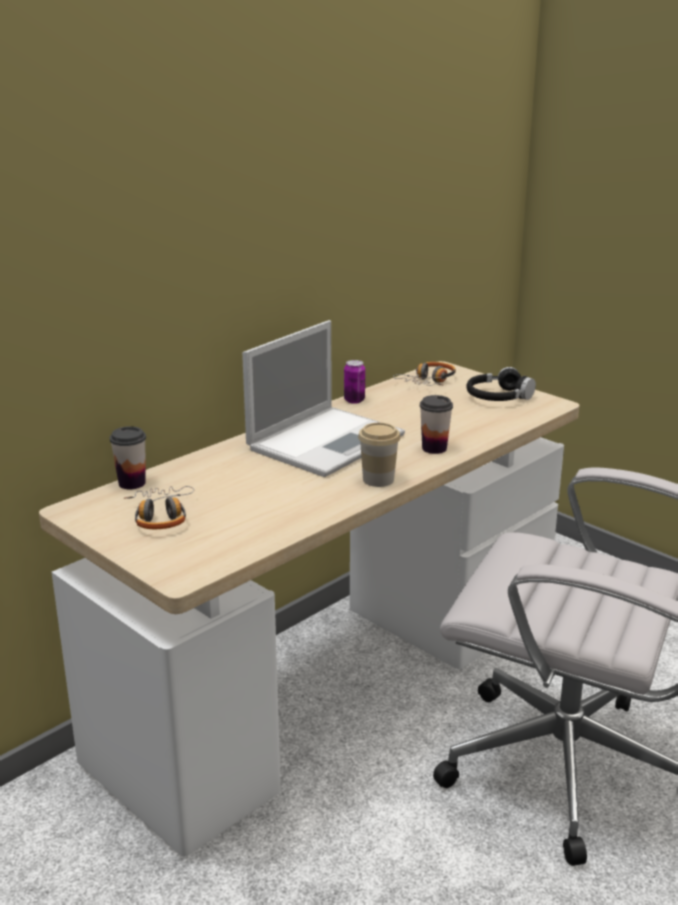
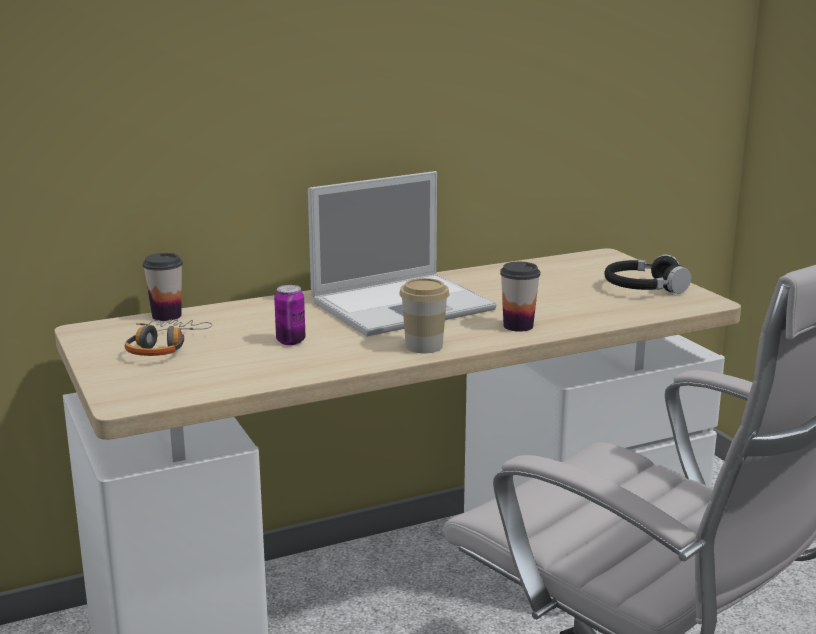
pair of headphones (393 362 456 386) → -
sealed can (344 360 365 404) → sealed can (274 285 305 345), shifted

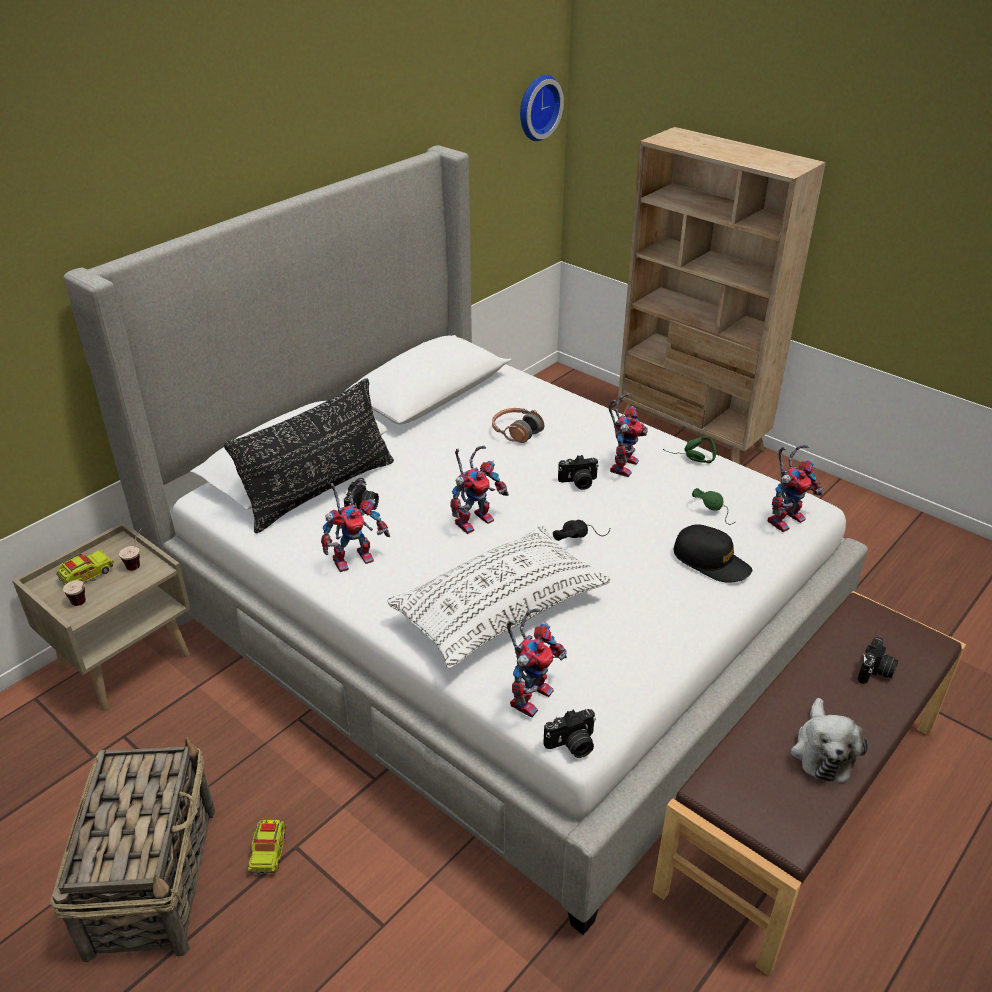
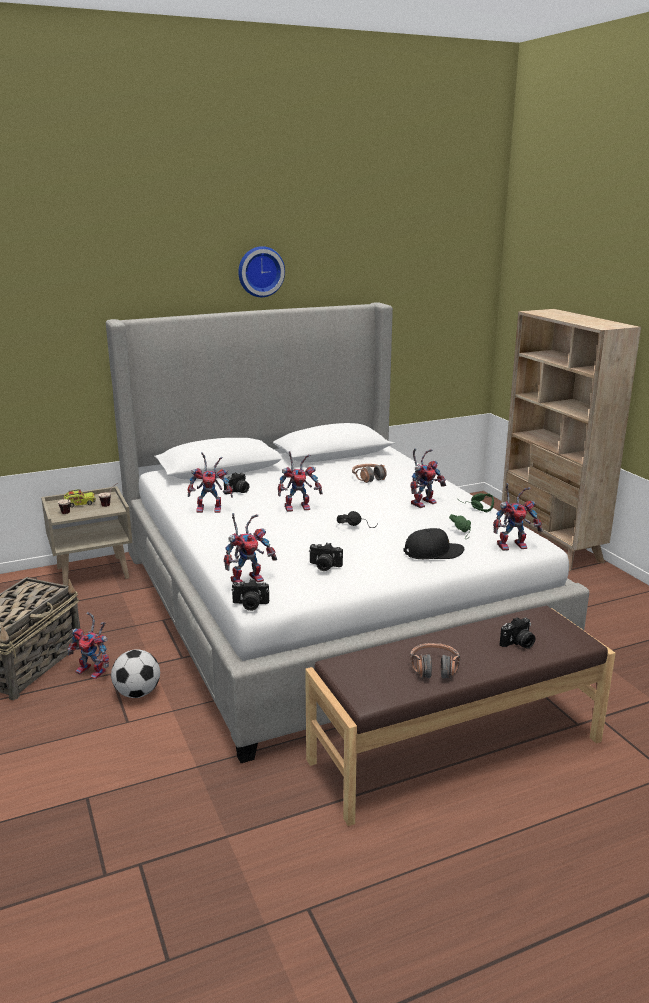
pillow/black (224 378 394 533) → -
pillow/whitish (387 525 610 669) → -
- → ball for football (111 649 160 698)
clock on the wall (520 75 564 141) → clock on the wall (238 246 285 297), shifted
still camera (558 455 599 490) → still camera (309 543 343 571), shifted
toy lorry (248 820 286 875) → model robot (67 612 109 679)
plush toy (791 698 868 783) → pair of headphones (410 643 460 679)
cap/black (673 524 752 583) → cap/black (404 528 464 559), 75 degrees counterclockwise

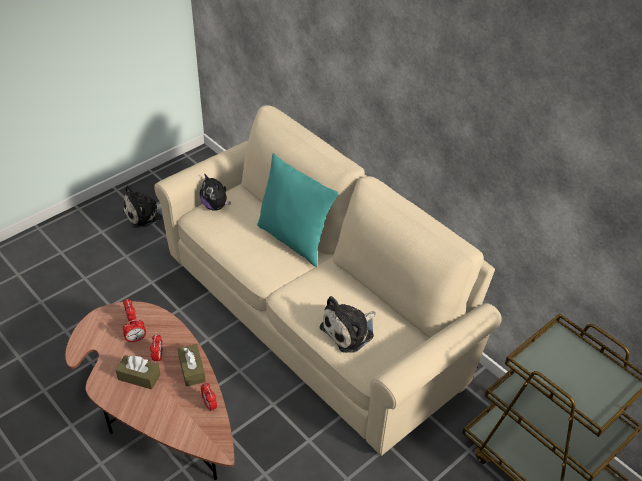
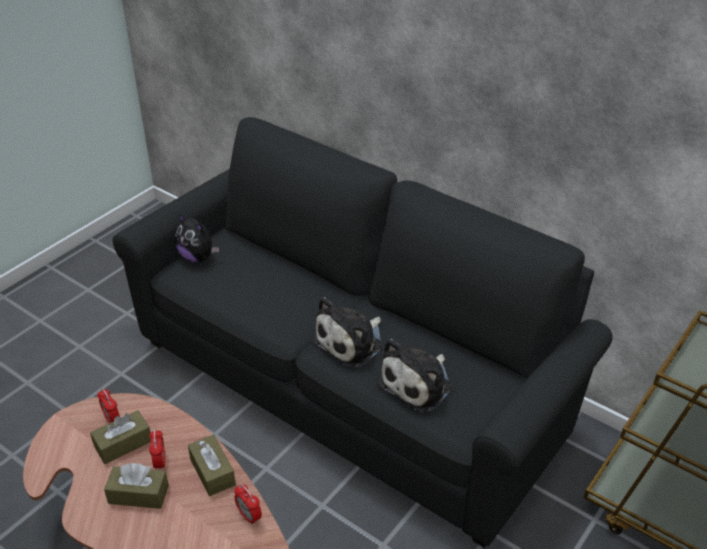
pillow/turquoise-coloured (257 153 339 267) → -
plush toy (123 185 163 228) → plush toy (312 297 382 368), shifted
table clock (123 319 146 343) → tissue holder/brown-coloured (90 410 151 464)
settee/sand-coloured (154 105 502 456) → settee/black (113 117 612 548)

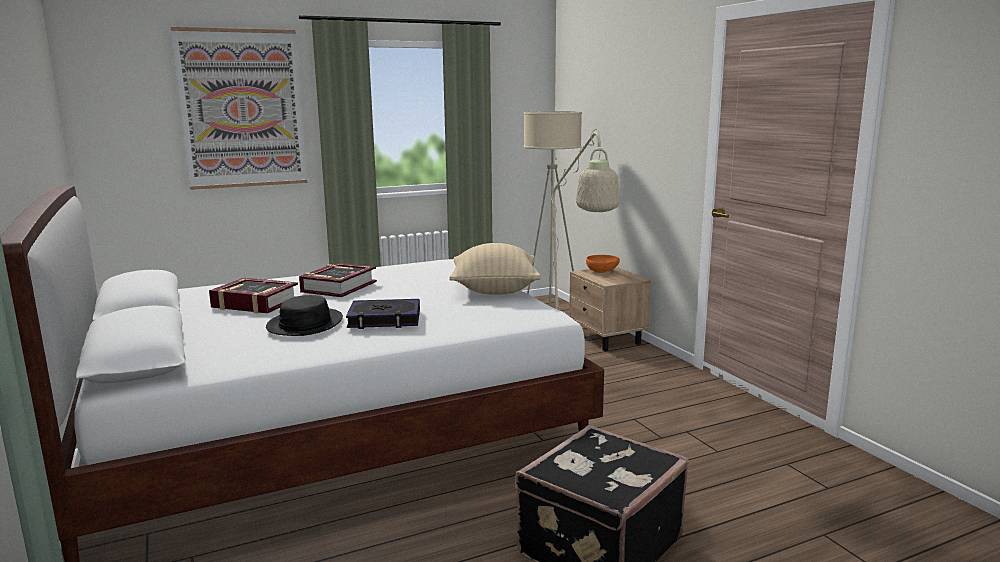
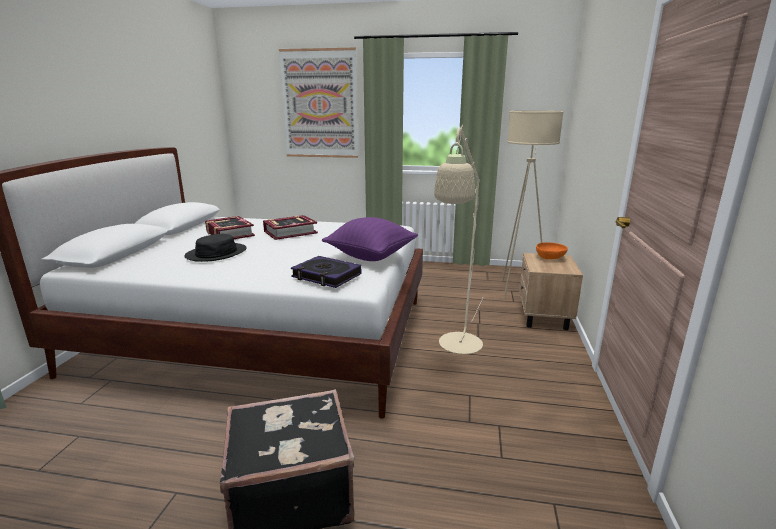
book (346 299 420 329) → book (291 256 361 288), shifted
pillow/sand-coloured (449 243 541 295) → pillow/purple-coloured (322 217 418 261)

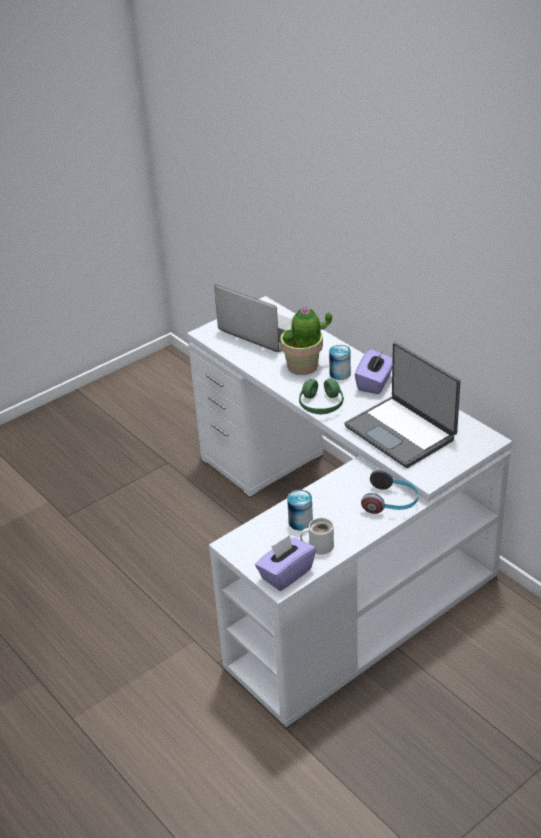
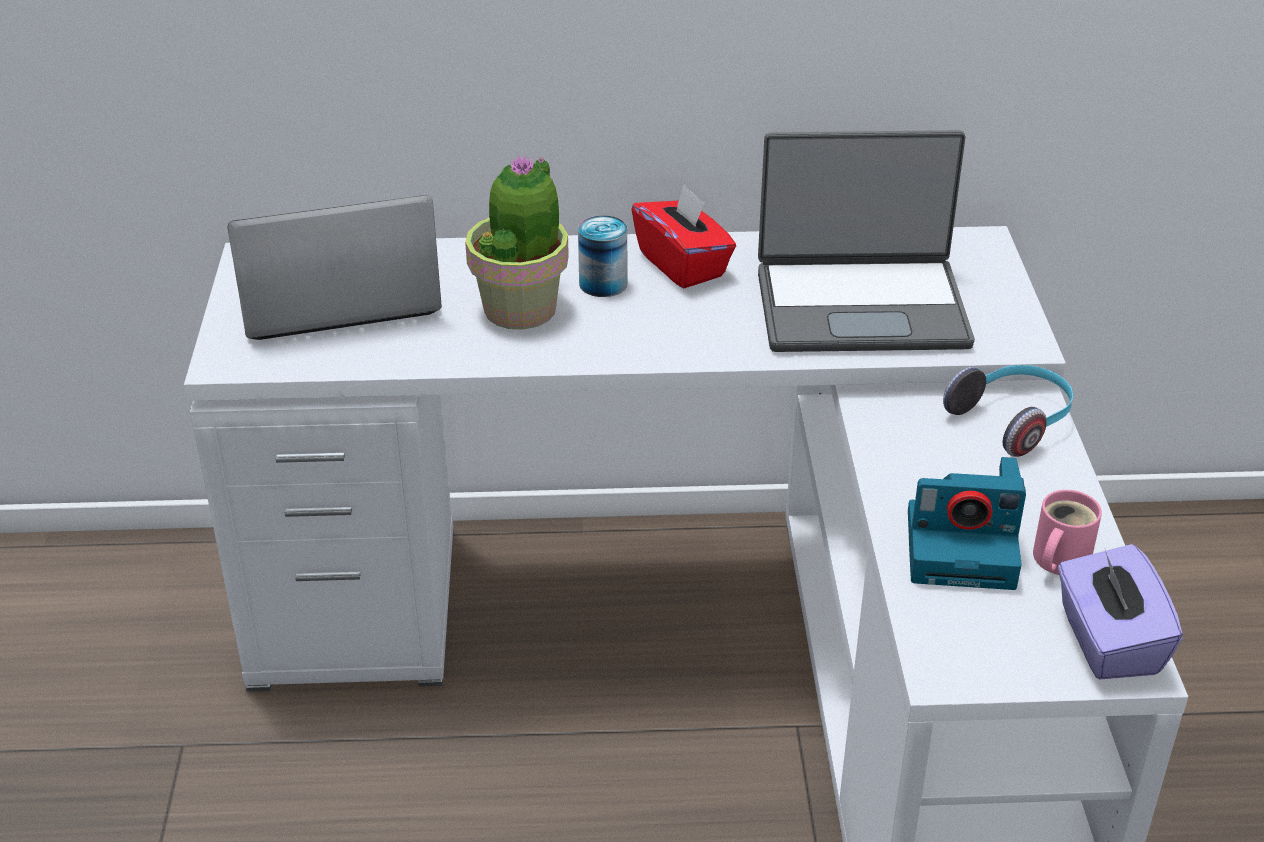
pair of headphones/green-coloured (299 378 344 414) → -
sealed can (287 490 313 531) → still camera (908 457 1026 590)
tea mug/whitish (300 518 334 554) → tea mug/pink (1033 490 1102 575)
tissue holder/purple-coloured (355 349 393 394) → tissue holder/reddish (632 184 736 288)

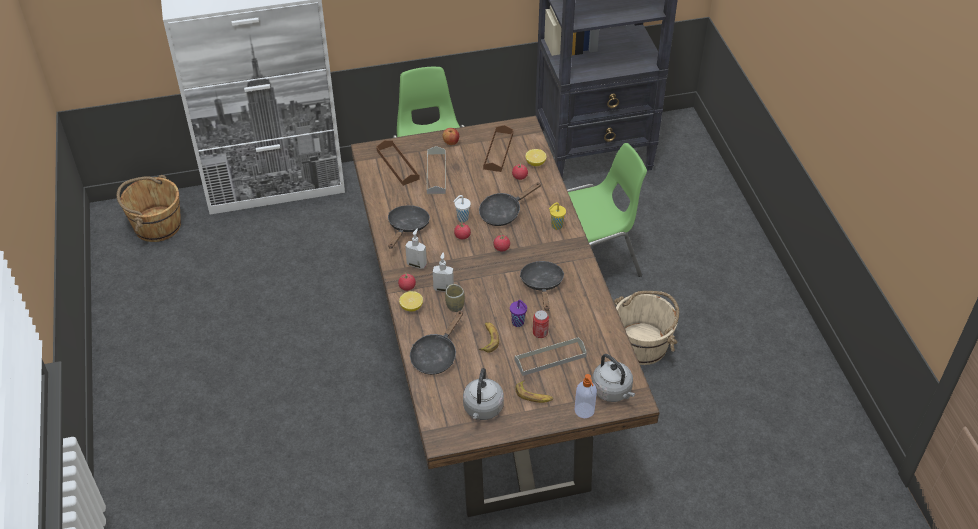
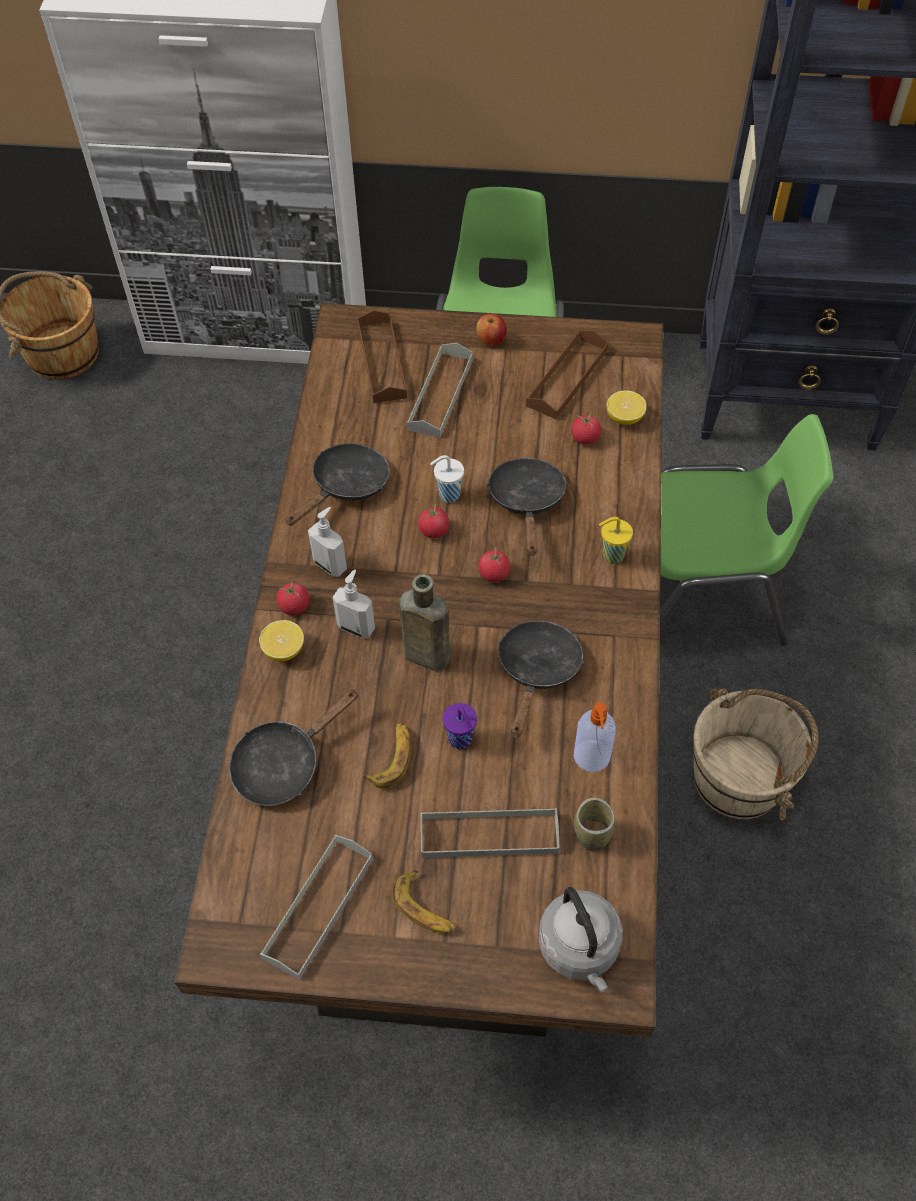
sealed can (533 310 549 338) → -
- → drink bottle/brown-coloured (399 574 450 671)
cup (445 284 465 312) → cup (574 798 615 851), shifted
liquid soap bottle (575 374 597 418) → liquid soap bottle (574 702 616 772), shifted
water kettle/grey (463 368 504 420) → tray/grey (260 835 373 980)
skillet/black (479 182 541 226) → skillet/black (487 458 567 556), 105 degrees clockwise

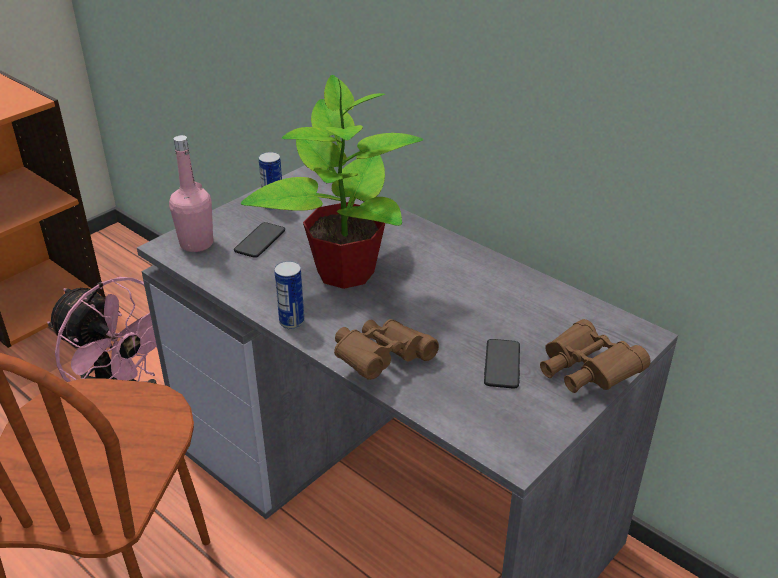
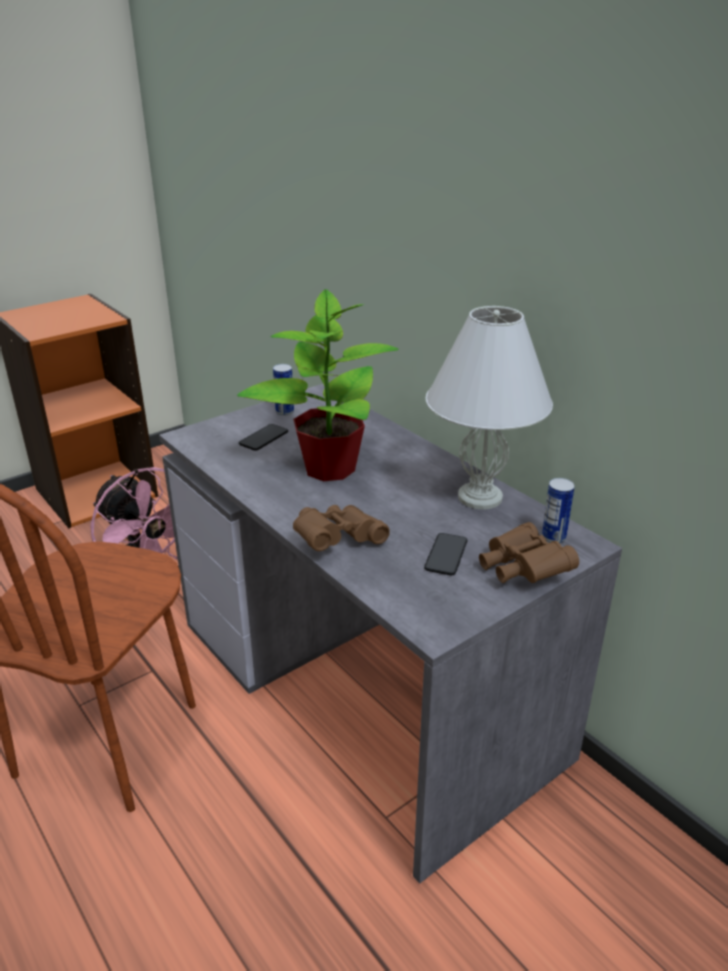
drink bottle/pink (169 135 213 252) → -
- → lamp for a table/whitish (426 306 553 510)
sealed can (274 261 305 329) → sealed can (542 478 575 543), shifted

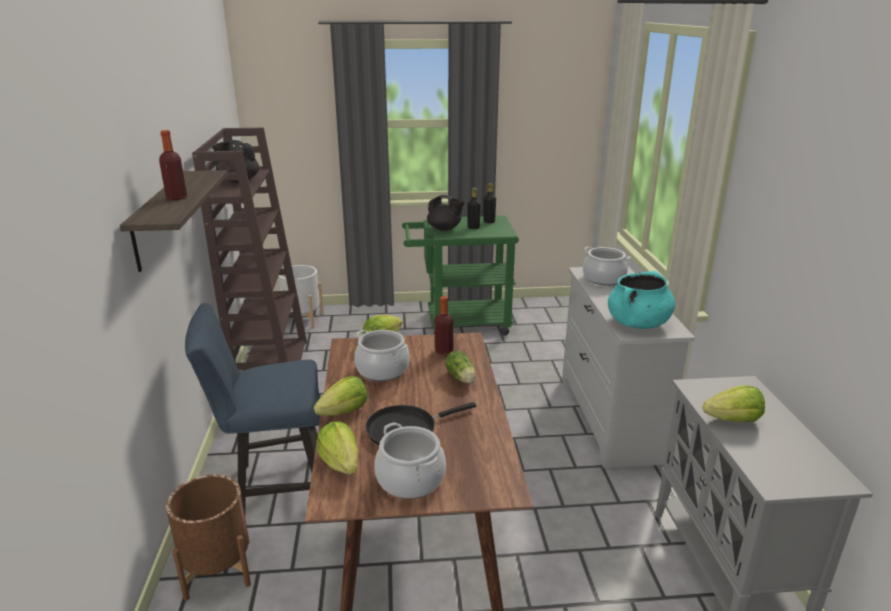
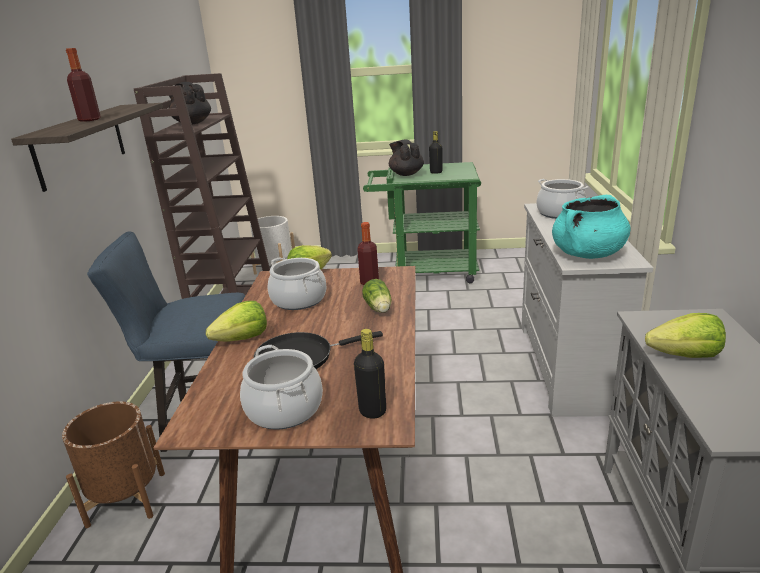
lettuce head (317 421 358 474) → -
drink bottle/black (483 183 496 223) → drink bottle/black (354 329 386 419), shifted
pot for tea/black (427 195 465 231) → pot for tea/black (389 139 424 176), 150 degrees counterclockwise

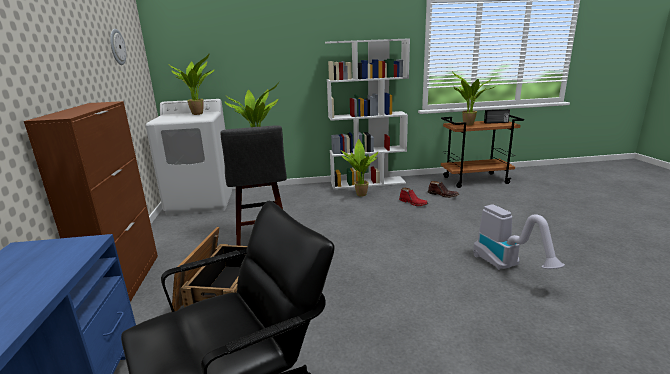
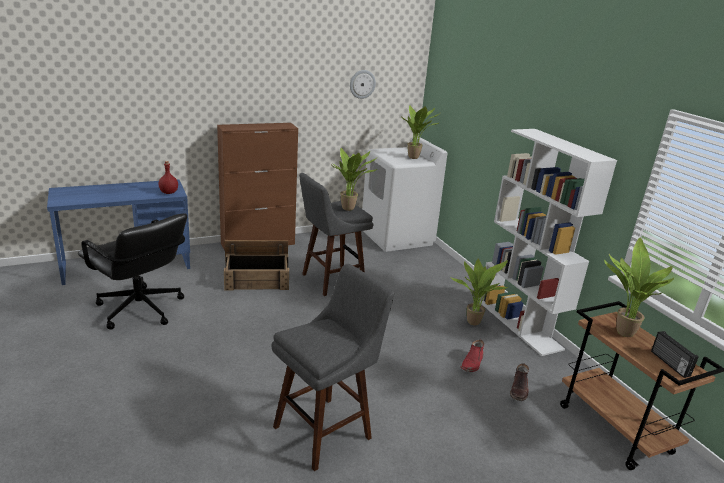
- → drink bottle/reddish (159 161 178 194)
vacuum (473 204 565 270) → stool/grey (271 264 394 471)

